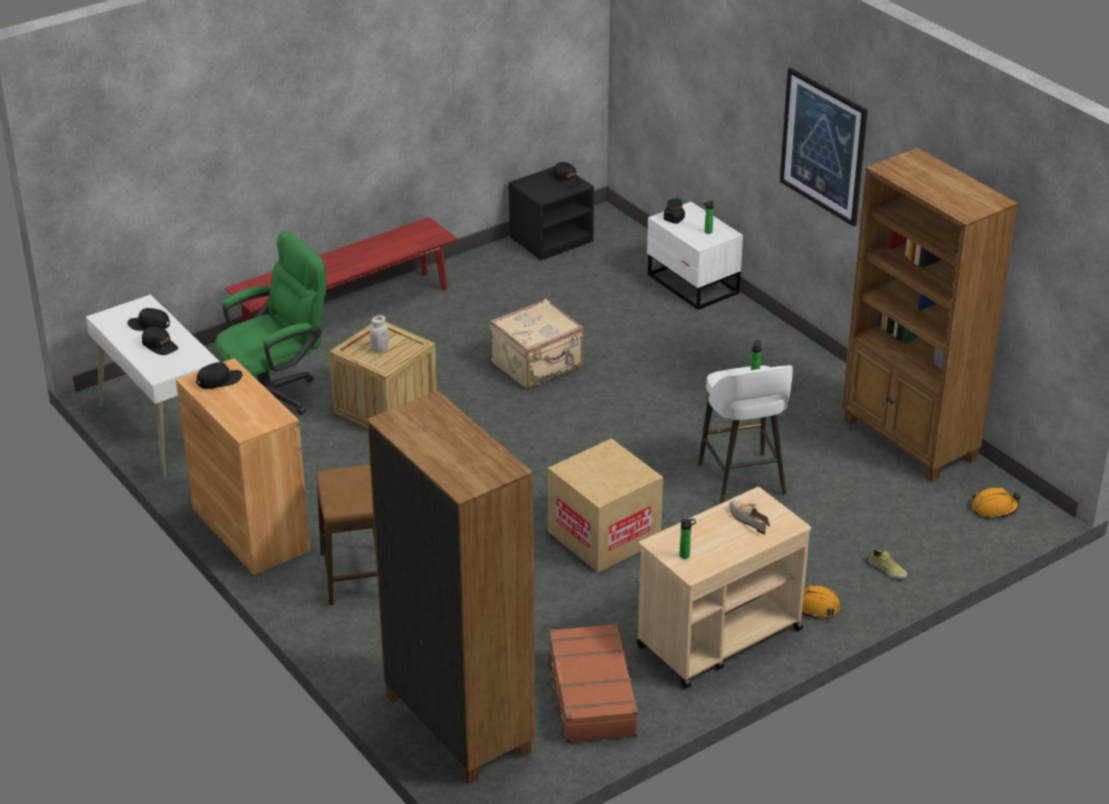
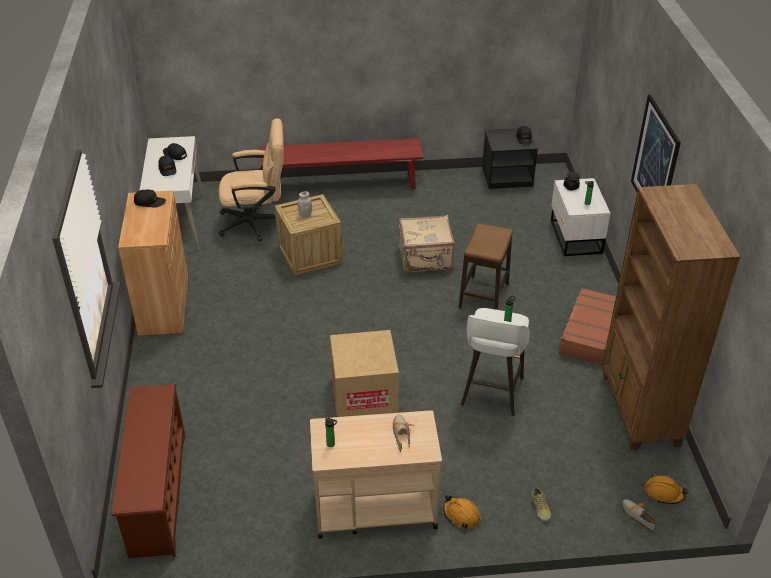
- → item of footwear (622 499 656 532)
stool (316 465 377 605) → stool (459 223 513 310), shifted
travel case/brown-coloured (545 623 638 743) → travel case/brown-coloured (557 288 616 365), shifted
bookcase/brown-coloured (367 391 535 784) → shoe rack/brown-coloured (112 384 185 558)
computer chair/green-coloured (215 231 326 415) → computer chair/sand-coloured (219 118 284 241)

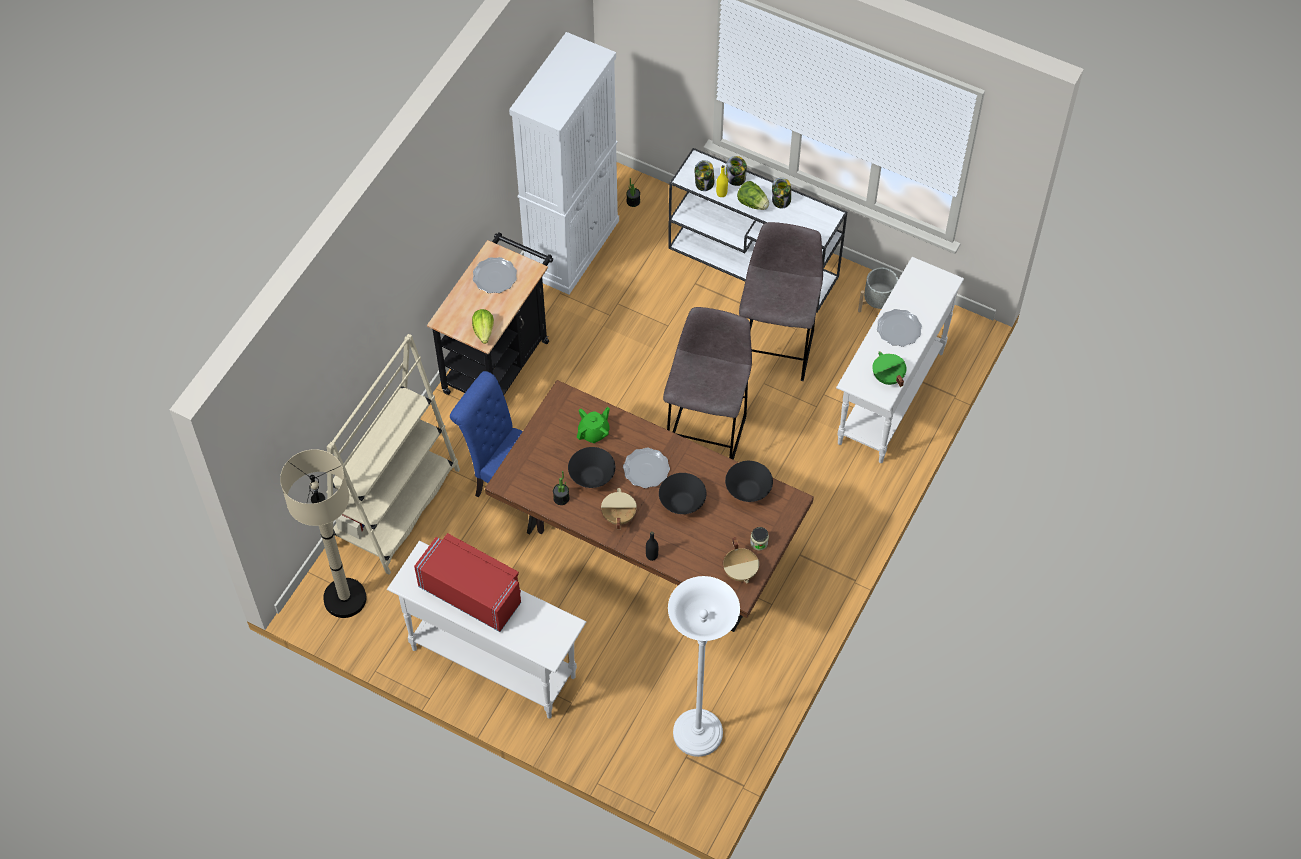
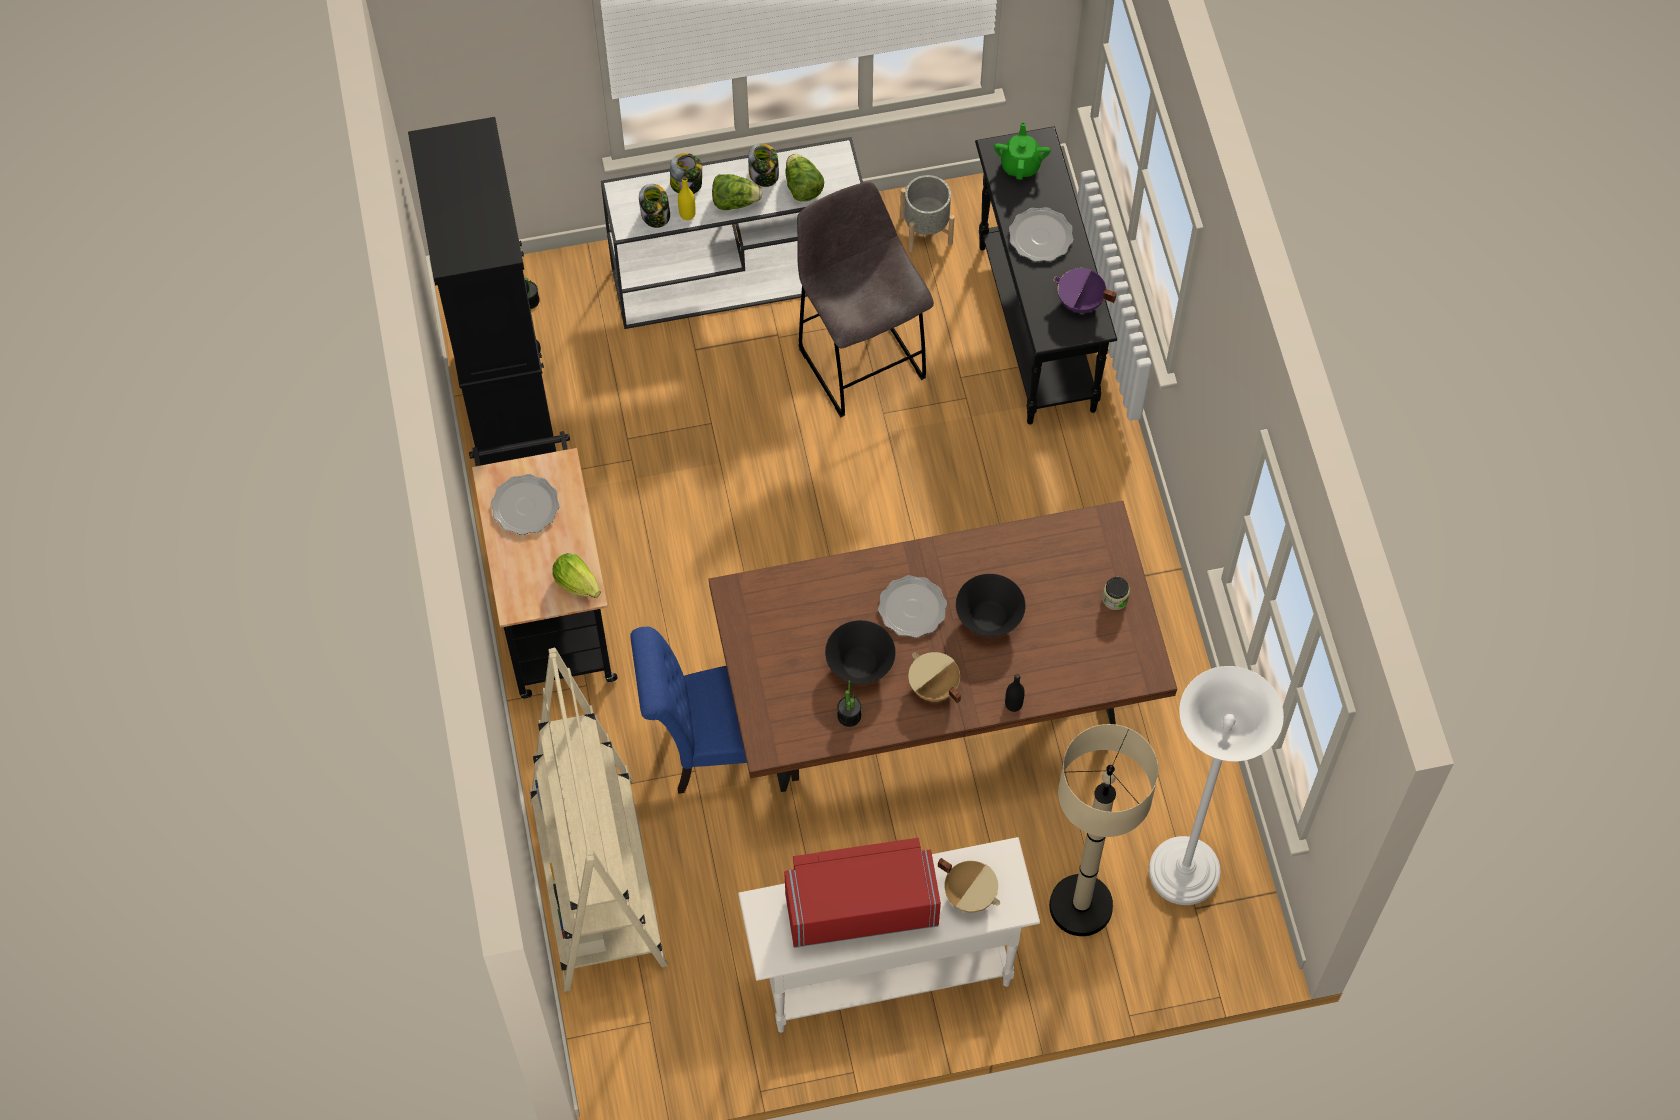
stool/grey (663 307 752 460) → -
deep dish/black (725 461 773 502) → -
- → lettuce head (785 154 824 202)
floor lamp/sand-coloured (280 449 367 618) → floor lamp/sand-coloured (1049 724 1158 936), shifted
pot for tea/green-coloured (577 407 610 443) → pot for tea/green-coloured (994 122 1051 180), shifted
saucepot/sand-coloured (723 537 759 583) → saucepot/sand-coloured (938 858 1000 913), shifted
cabinet/whitish (509 32 619 295) → cabinet/black (408 117 556 465)
hall table/whitish (836 257 964 463) → hall table/black (975 126 1117 424)
saucepot/green-coloured (872 351 907 387) → saucepot/purple-coloured (1053 268 1117 313)

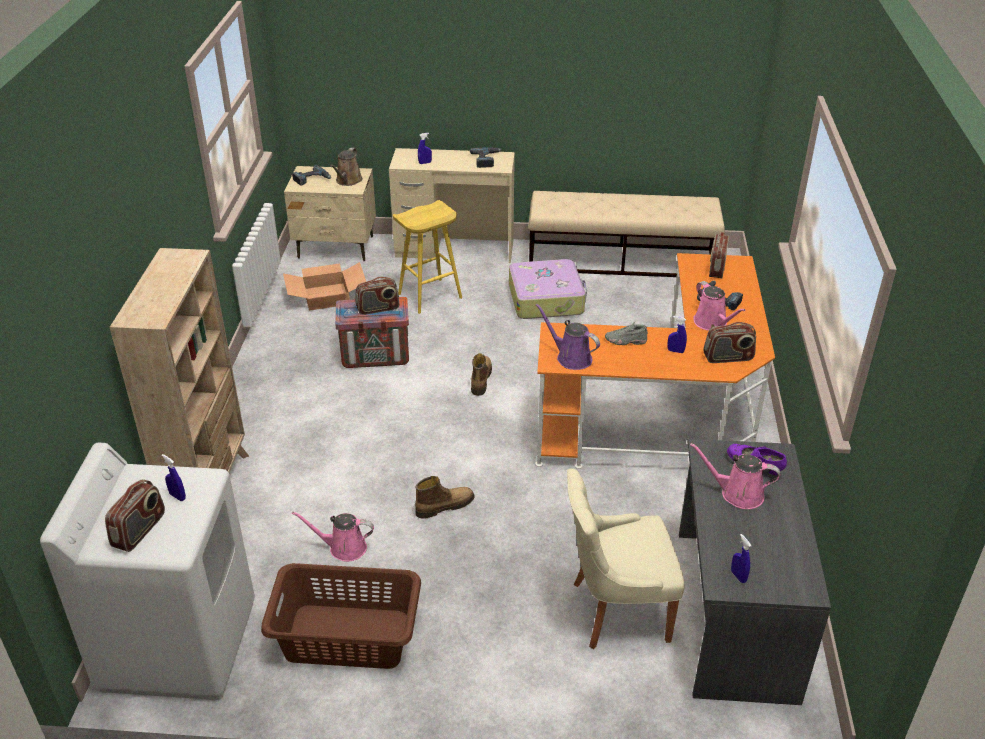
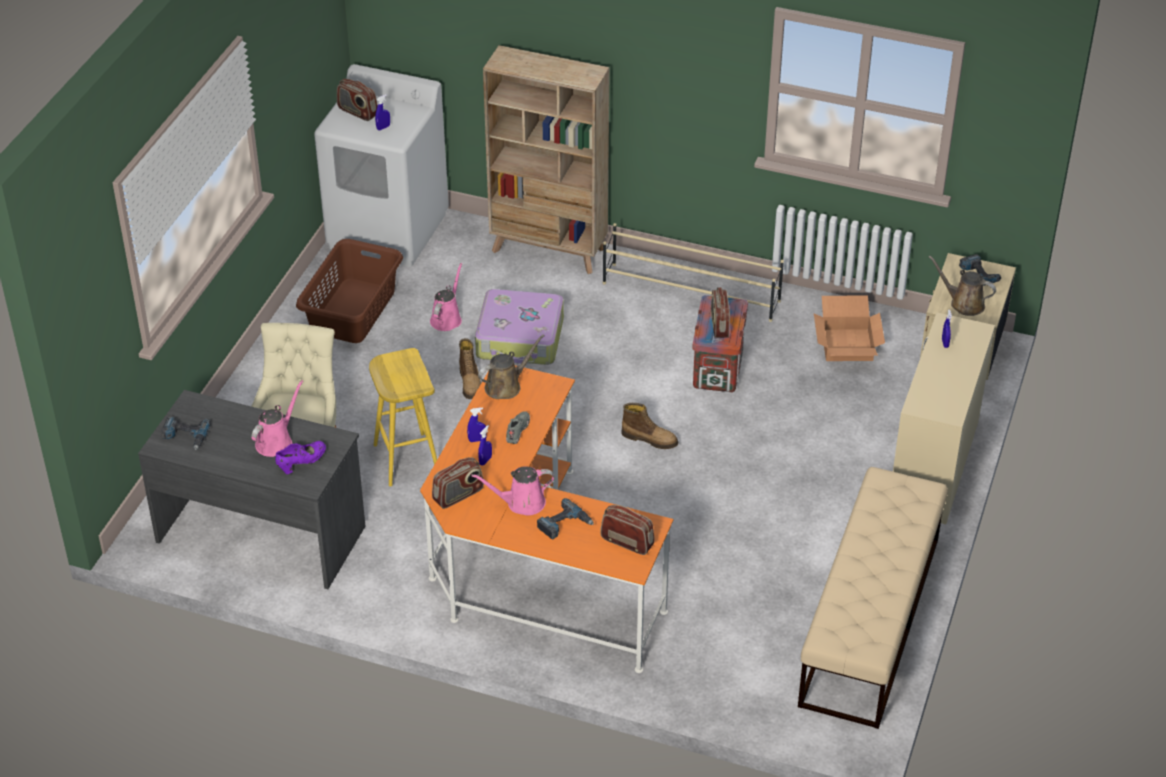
- → shoe rack/sand-coloured (603 223 784 322)
stool/yellow (393 200 462 314) → stool/yellow (369 348 437 486), shifted
drill (470 147 501 168) → drill (161 417 211 450), shifted
travel case (509 259 587 319) → travel case (475 289 564 365), shifted
hand sprayer/bluish (731 534 751 583) → hand sprayer/bluish (467 407 487 442), shifted
watering pot/purple-coloured (536 304 600 370) → watering pot/brown-coloured (478 334 545 399)
radio (703 322 756 363) → radio (432 457 484 509), 135 degrees counterclockwise

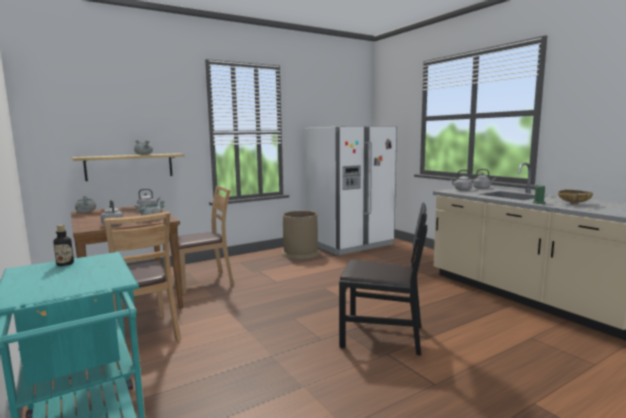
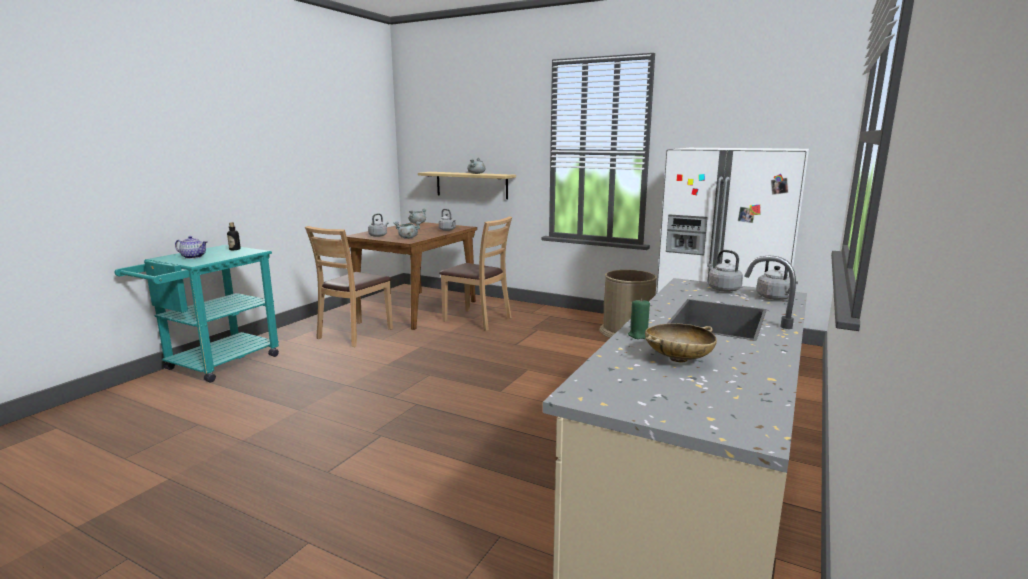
chair/black (339 203 427 355) → -
- → pot for tea (175 236 208 259)

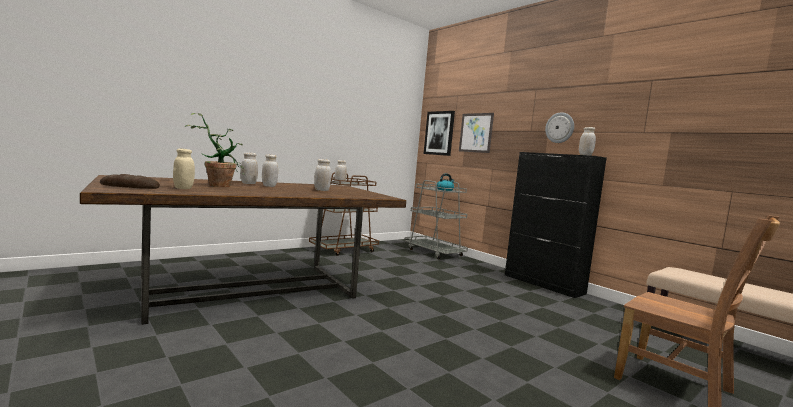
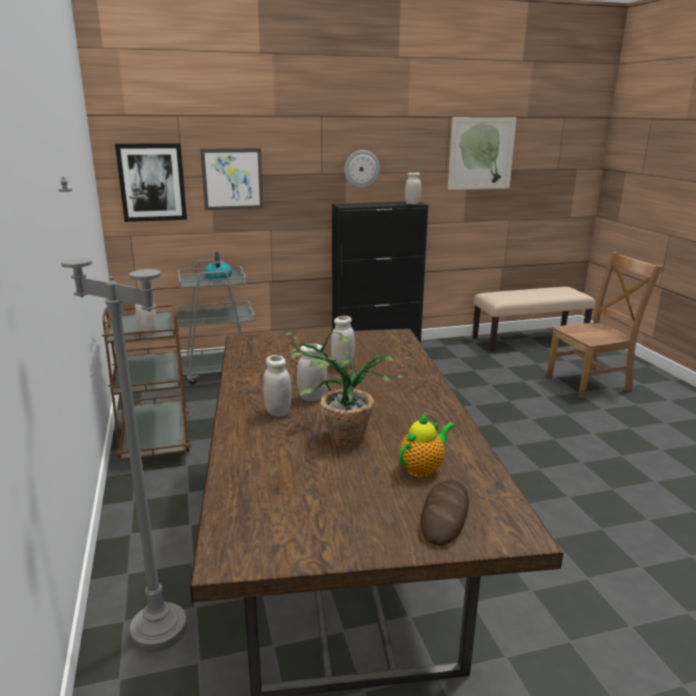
- → floor lamp/grey (58 177 187 652)
- → wall picture (448 117 516 190)
preserve jar/sand-coloured (173 149 195 189) → pot for tea (399 413 455 477)

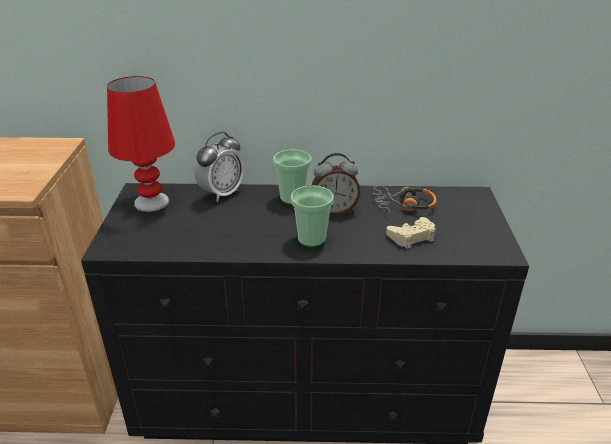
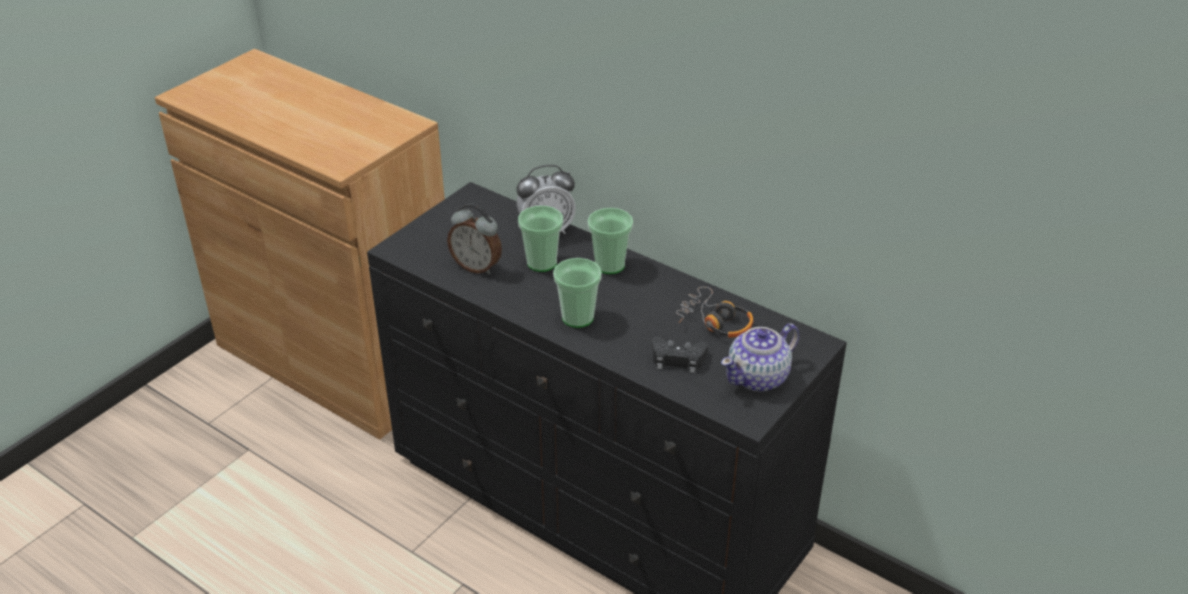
lamp for a table/reddish (107 76 175 212) → -
- → cup (518 206 563 272)
- → pot for tea (721 323 799 392)
table clock (312 153 361 215) → table clock (447 204 502 274), shifted
gamepad/sand-coloured (386 217 436 249) → gamepad/black (652 336 708 373)

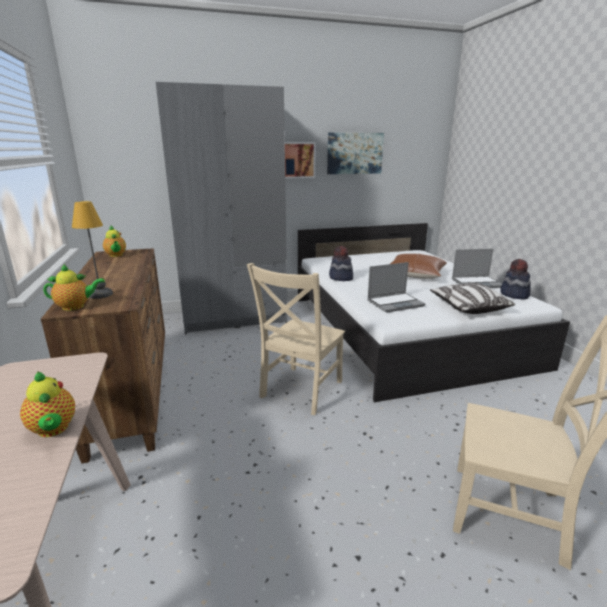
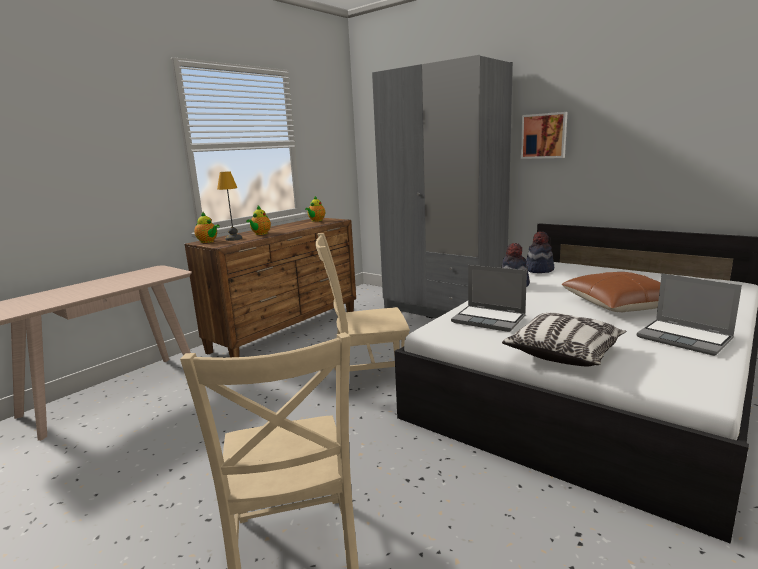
wall picture (327 132 384 174) → -
pot for tea (20 372 75 437) → pot for tea (246 206 271 235), shifted
wearable hat (500 259 531 300) → wearable hat (526 231 554 273), shifted

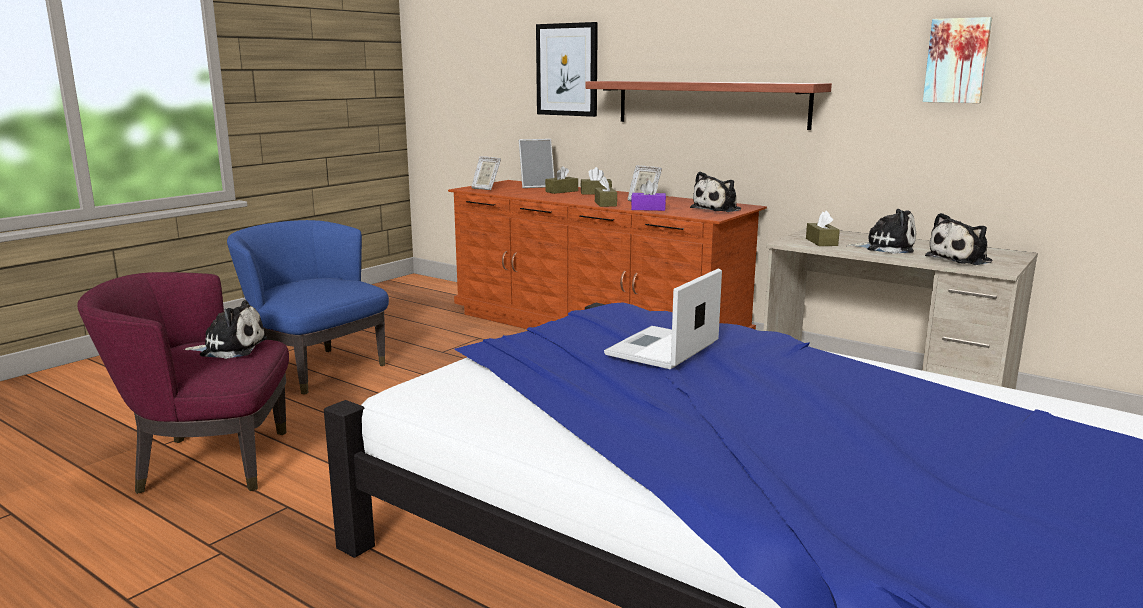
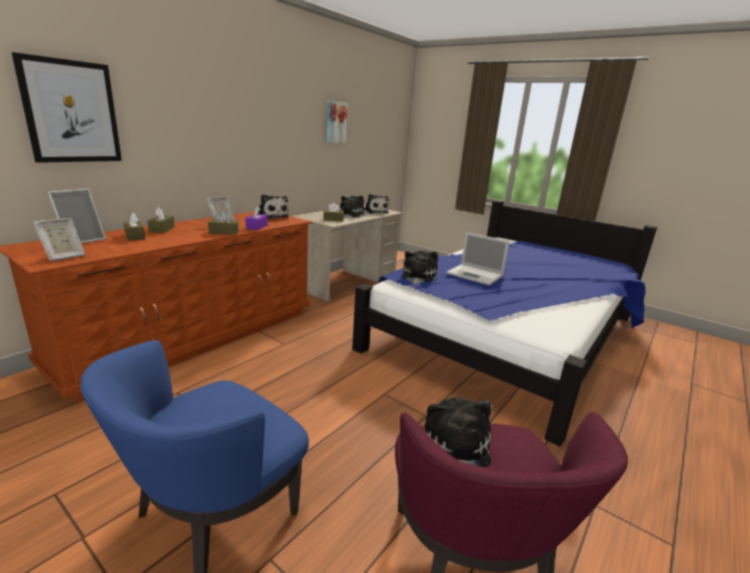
wall shelf (586 81 832 130) → -
- → plush toy (402 250 438 285)
picture frame (519 139 555 188) → picture frame (48 189 106 244), 45 degrees clockwise

